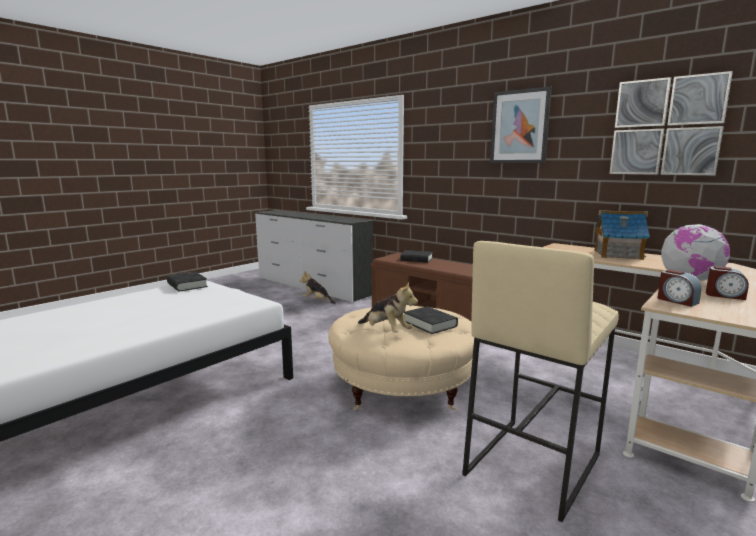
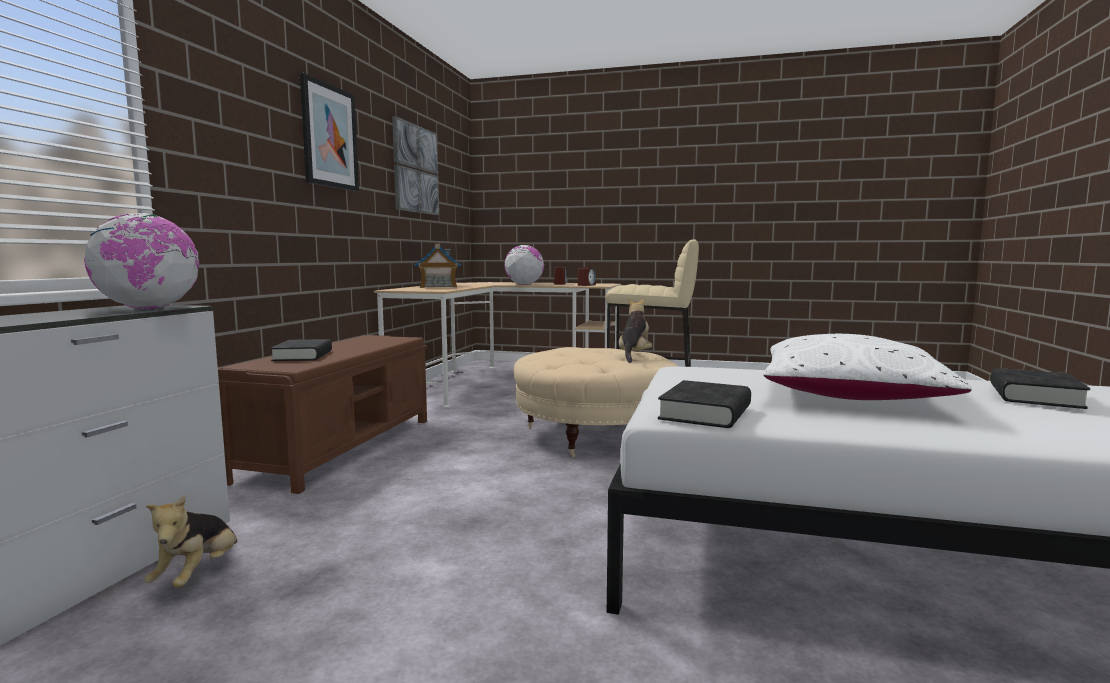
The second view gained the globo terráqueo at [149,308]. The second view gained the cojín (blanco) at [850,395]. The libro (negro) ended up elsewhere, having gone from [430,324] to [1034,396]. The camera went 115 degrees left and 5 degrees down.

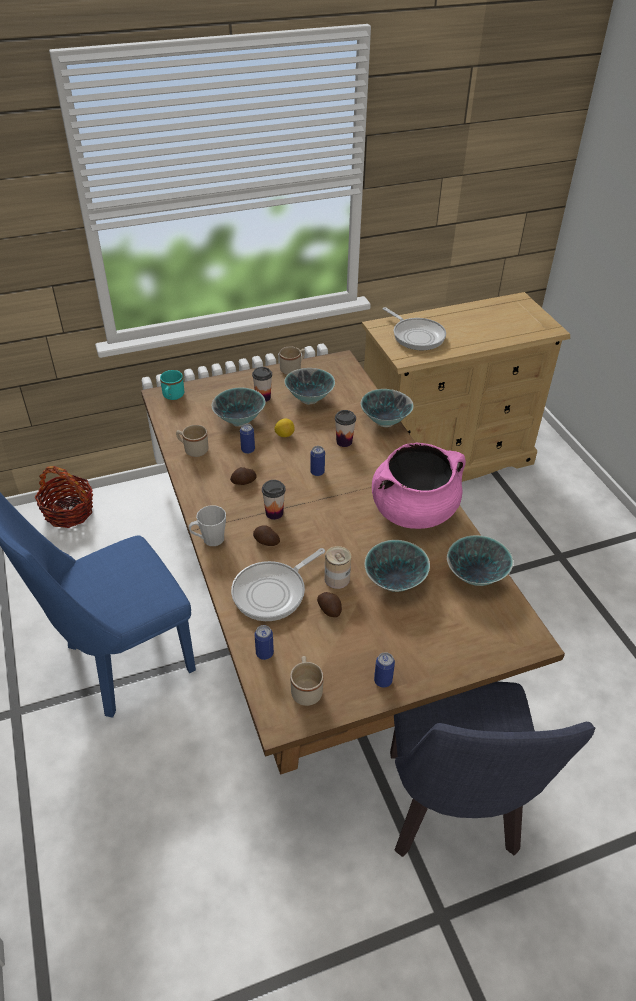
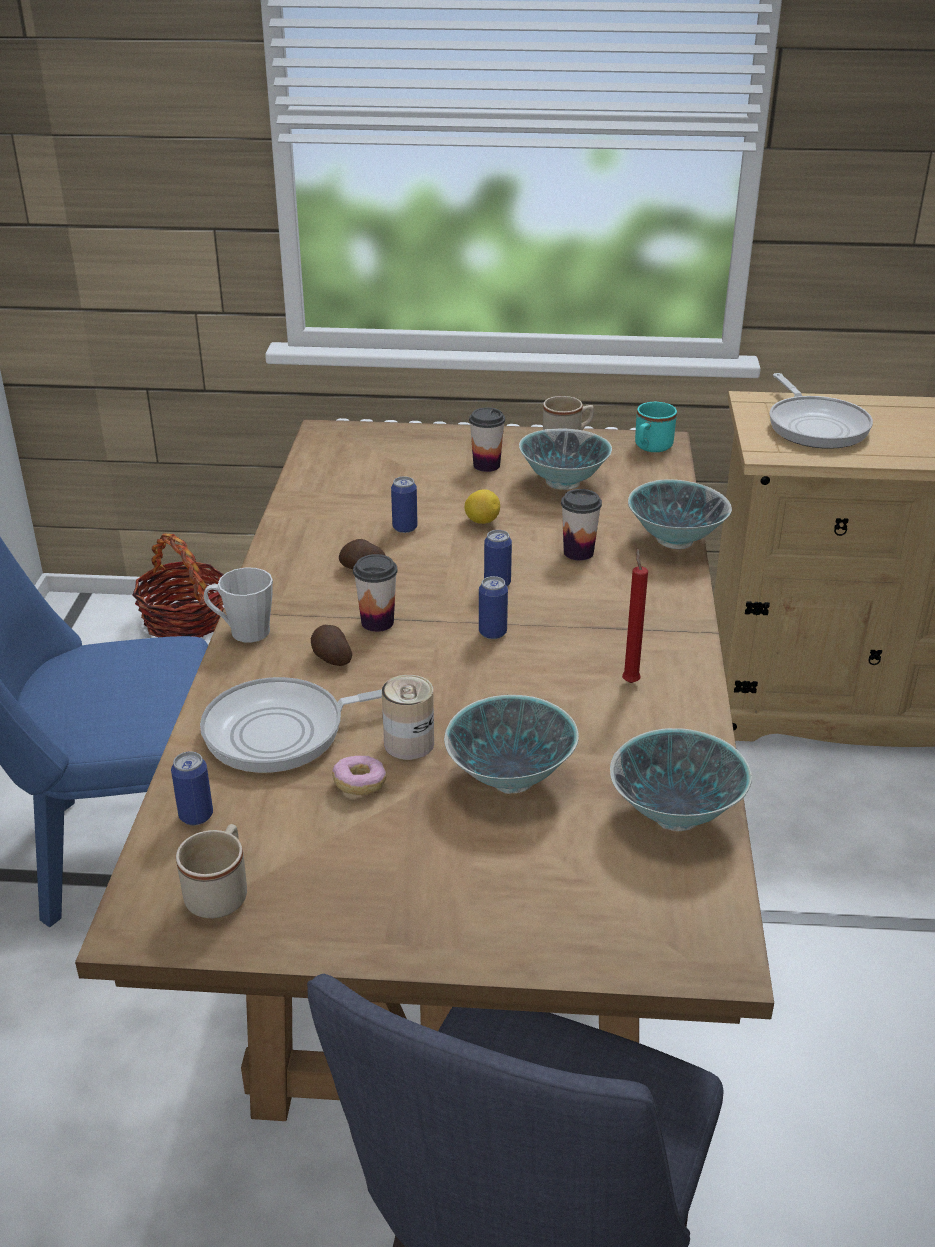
Where the patata stood at [329,609], the rosquilla came to stand at [359,784]. The lata ended up elsewhere, having gone from [383,681] to [492,632]. Where the olla (rosa) stood at [414,511], the vela (rojo) came to stand at [630,681]. The taza grande (turquesa) ended up elsewhere, having gone from [172,396] to [650,447]. The second view lost the taza grande (beis) at [193,450]. The second view lost the cuenco at [240,421]. The camera went 25 degrees right and 10 degrees down.

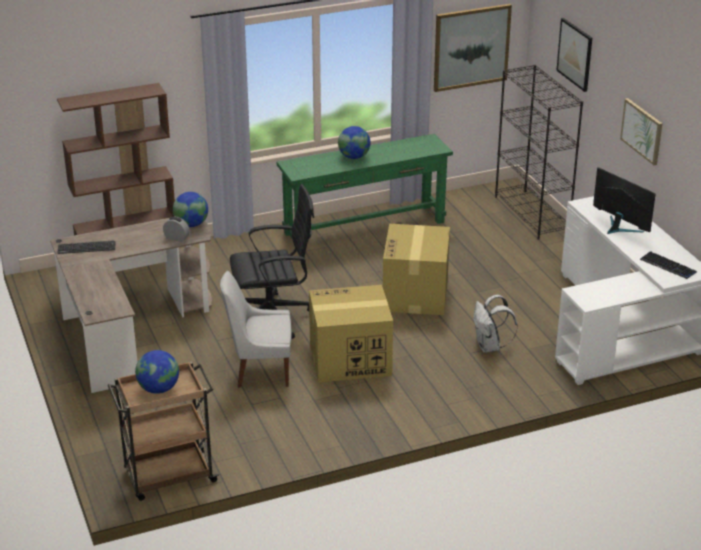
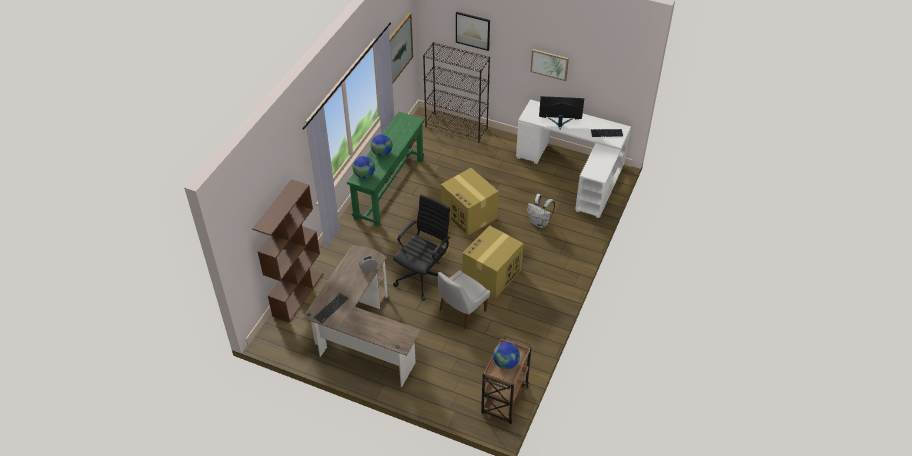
The globo terráqueo ended up elsewhere, having gone from [191,224] to [364,175]. The camera went 45 degrees left and 15 degrees up.

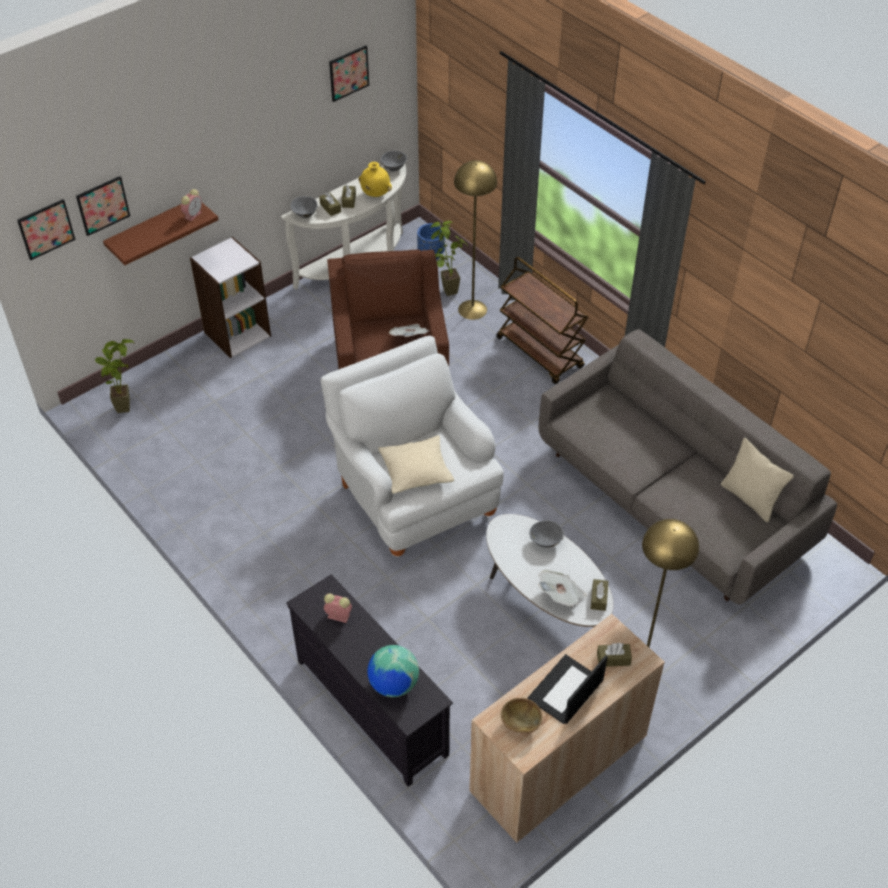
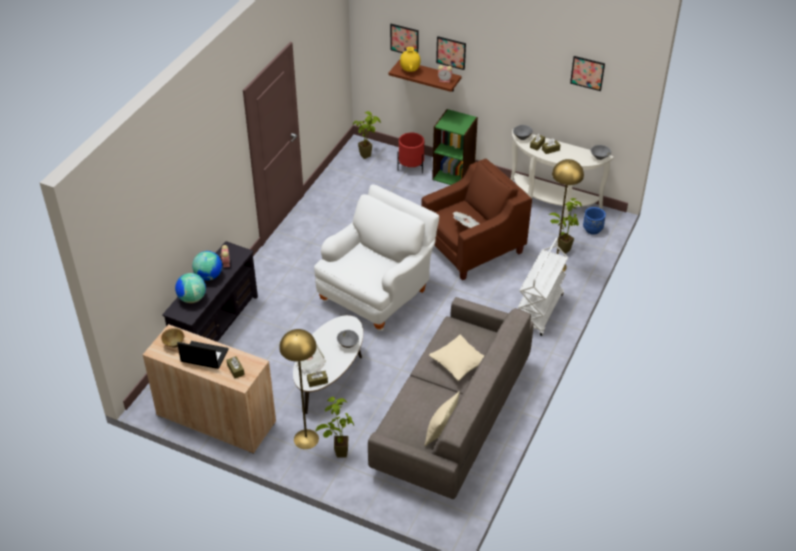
The second view gained the globo terráqueo at [209,276]. The second view gained the planta en maceta at [336,452]. The second view gained the maceta (rojo) at [411,167]. The florero (amarillo) ended up elsewhere, having gone from [375,194] to [410,70]. The cojín (beis) ended up elsewhere, having gone from [416,471] to [459,362]. What was the estantería (blanco) at [237,334] turned into the estantería (verde) at [453,174]. The cuadro ended up elsewhere, having gone from [46,229] to [451,52]. What was the carrito (marrón) at [540,353] turned into the carrito (blanco) at [540,311]. The camera went 65 degrees right and 5 degrees down.

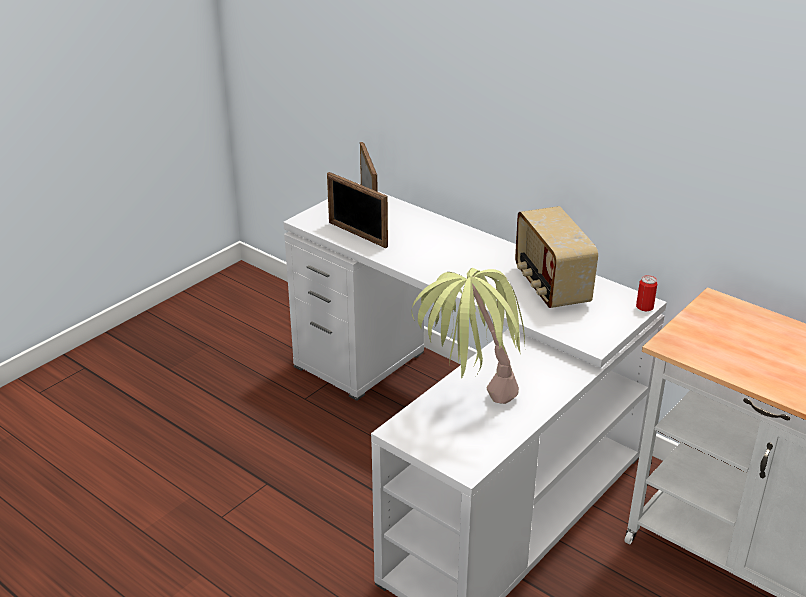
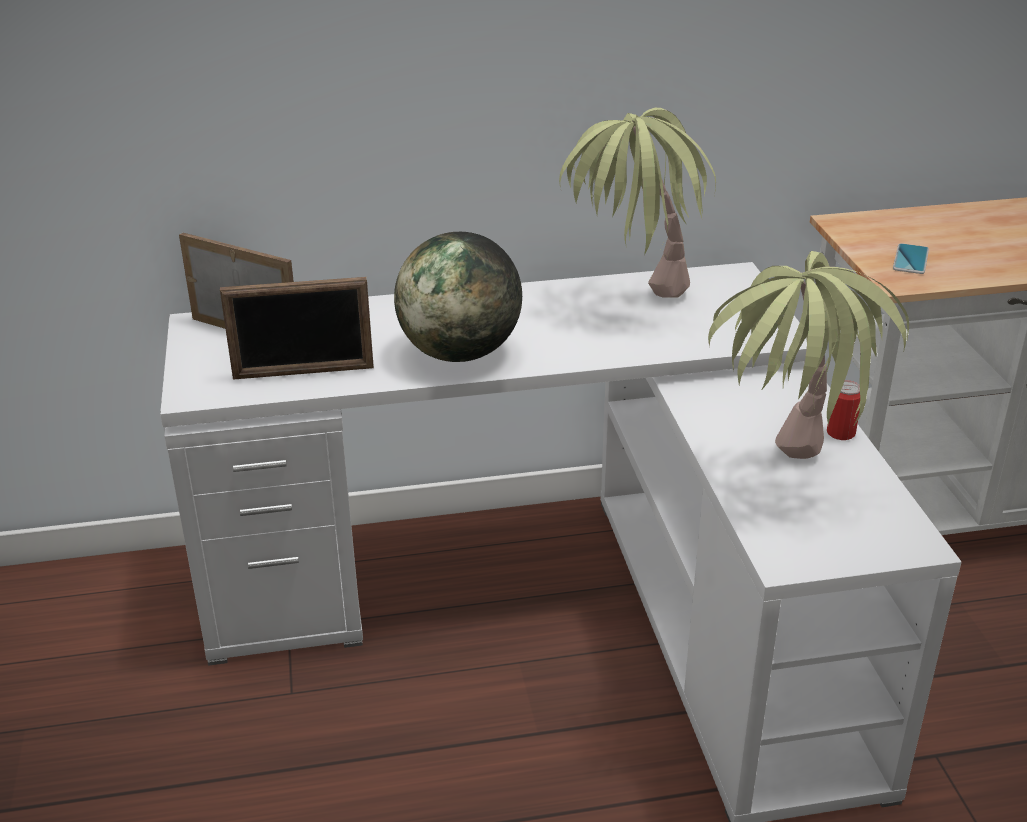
The second view gained the globo terráqueo at [460,353]. Where the radio stood at [550,286], the planta en maceta came to stand at [632,306]. The lata ended up elsewhere, having gone from [644,307] to [841,433]. The second view gained the móvil at [910,259]. The camera went 50 degrees left and 0 degrees up.

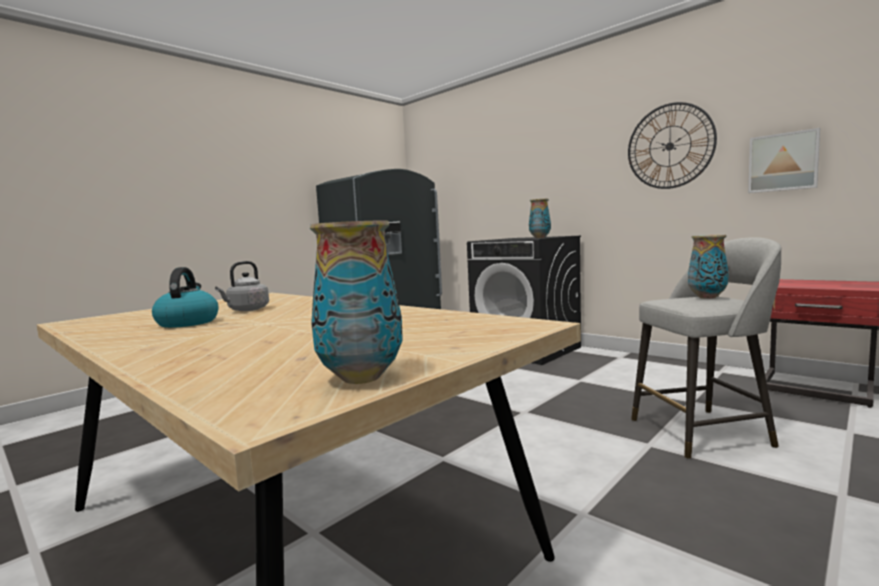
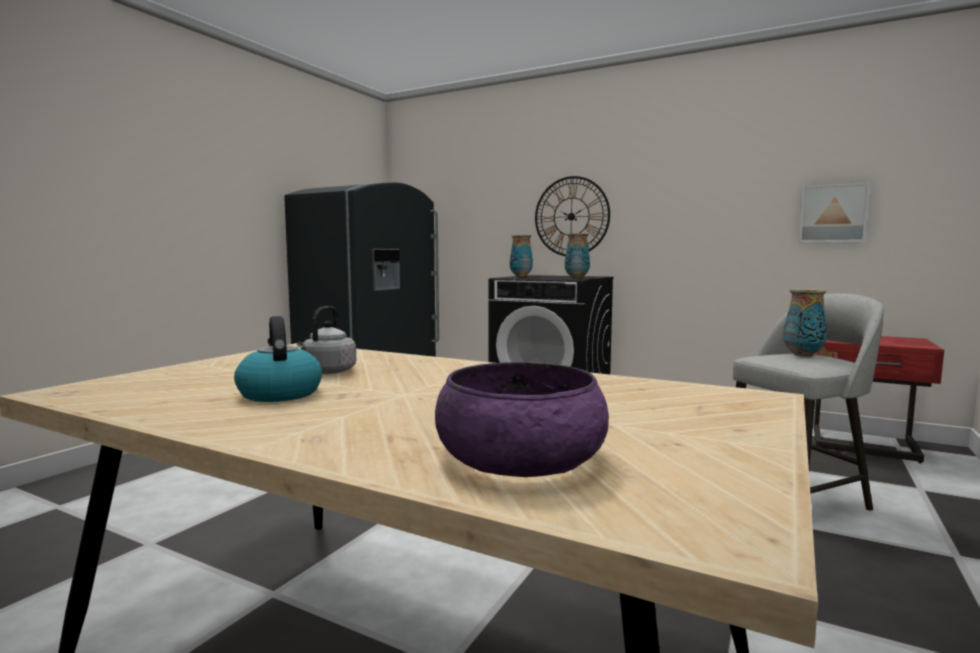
The second view gained the cuenco (morado) at [521,457]. The florero ended up elsewhere, having gone from [360,378] to [520,276]. The reloj de pared ended up elsewhere, having gone from [669,146] to [571,216]. The camera went 15 degrees left and 0 degrees up.

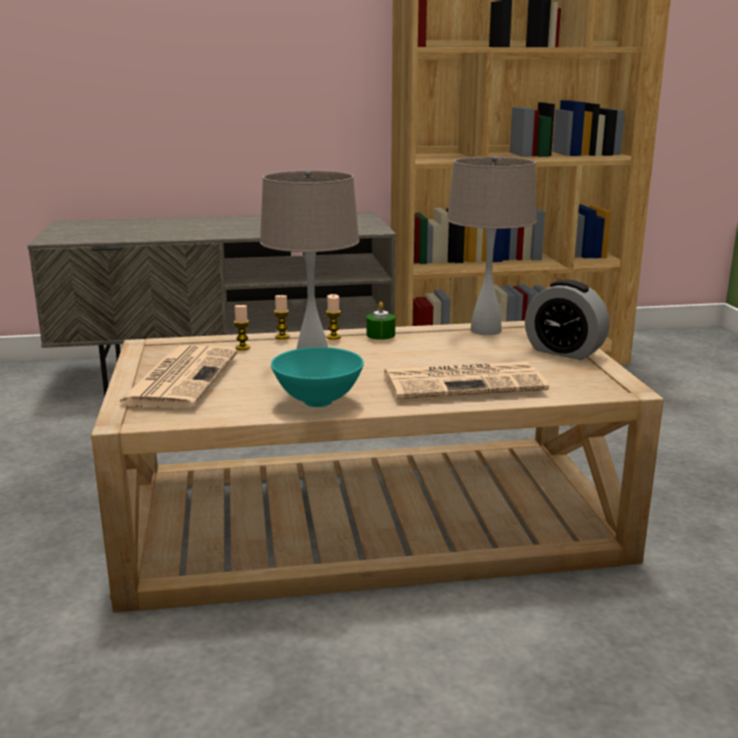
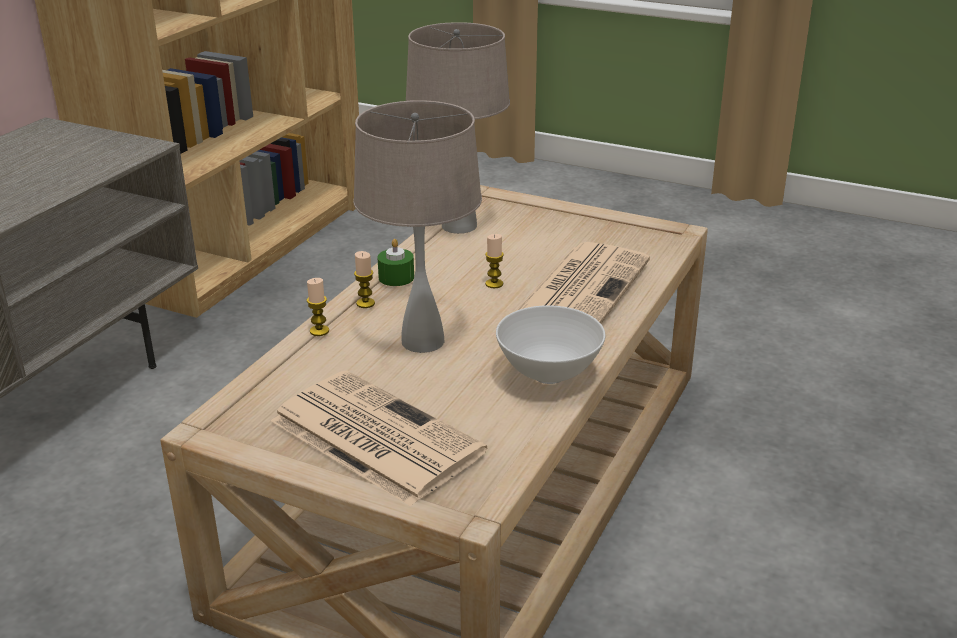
The vela ended up elsewhere, having gone from [242,347] to [494,284]. What was the cuenco (turquesa) at [317,402] turned into the cuenco (blanco) at [549,375]. The second view lost the despertador at [564,351]. The camera went 55 degrees left and 10 degrees up.

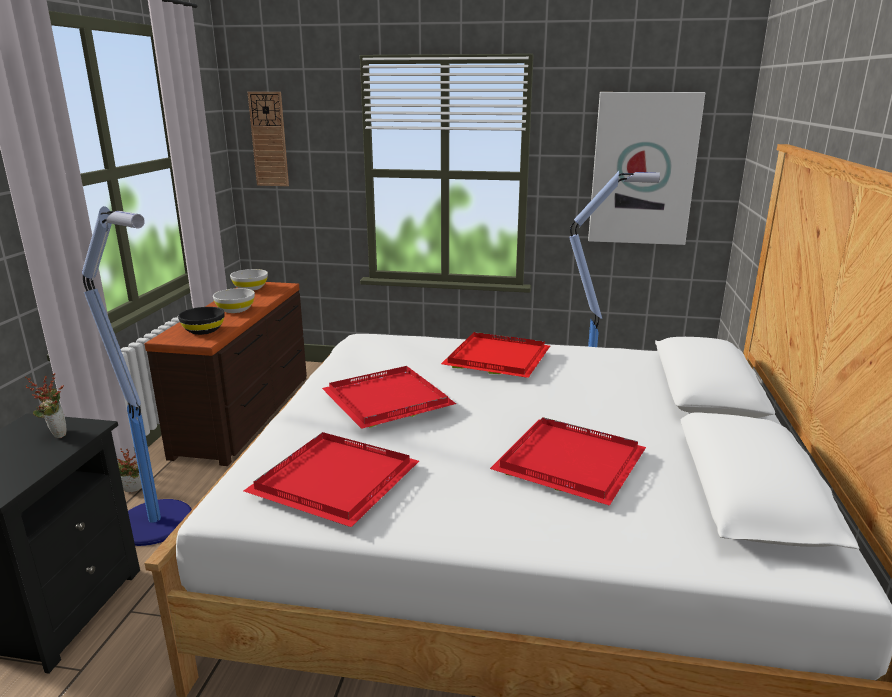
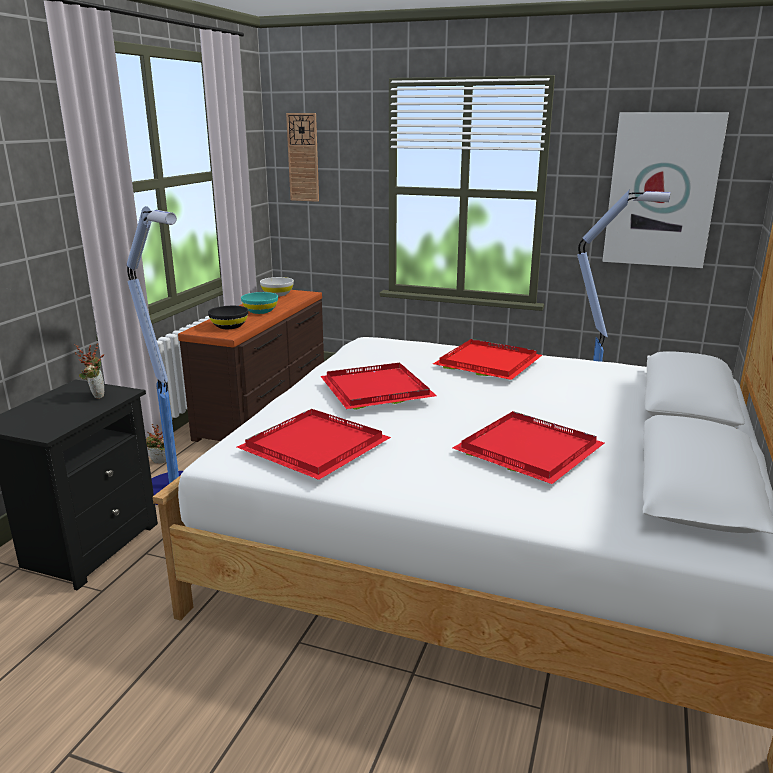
What was the cuenco (blanco) at [235,310] turned into the cuenco (turquesa) at [260,311]. The camera went 10 degrees right and 0 degrees up.

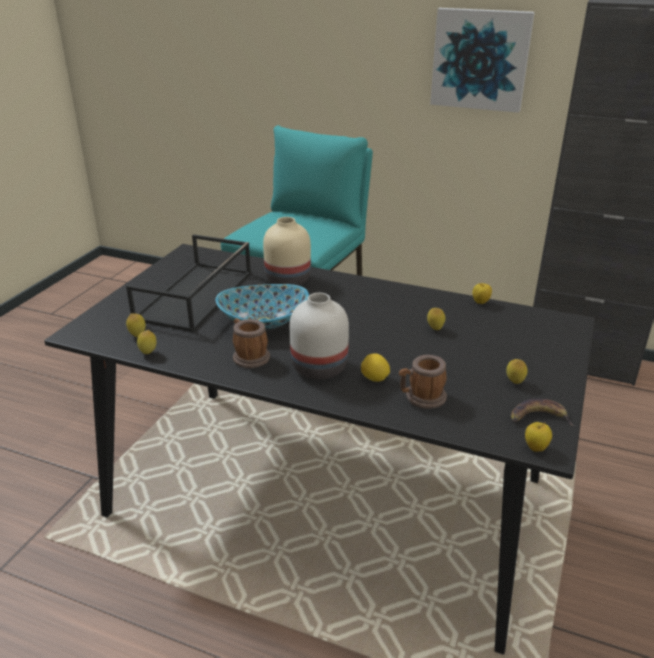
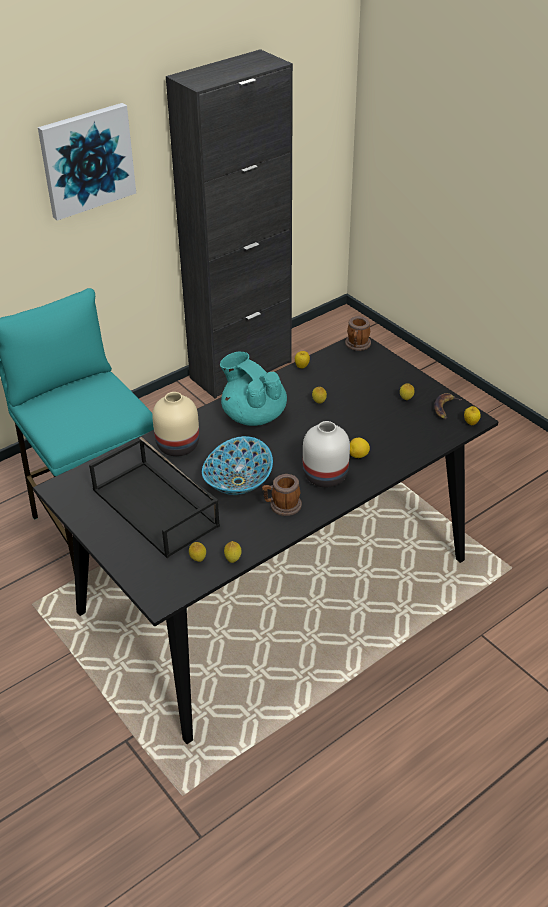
The second view gained the tetera (turquesa) at [253,415]. The taza grande ended up elsewhere, having gone from [421,397] to [357,345]. The camera went 60 degrees left and 10 degrees up.

